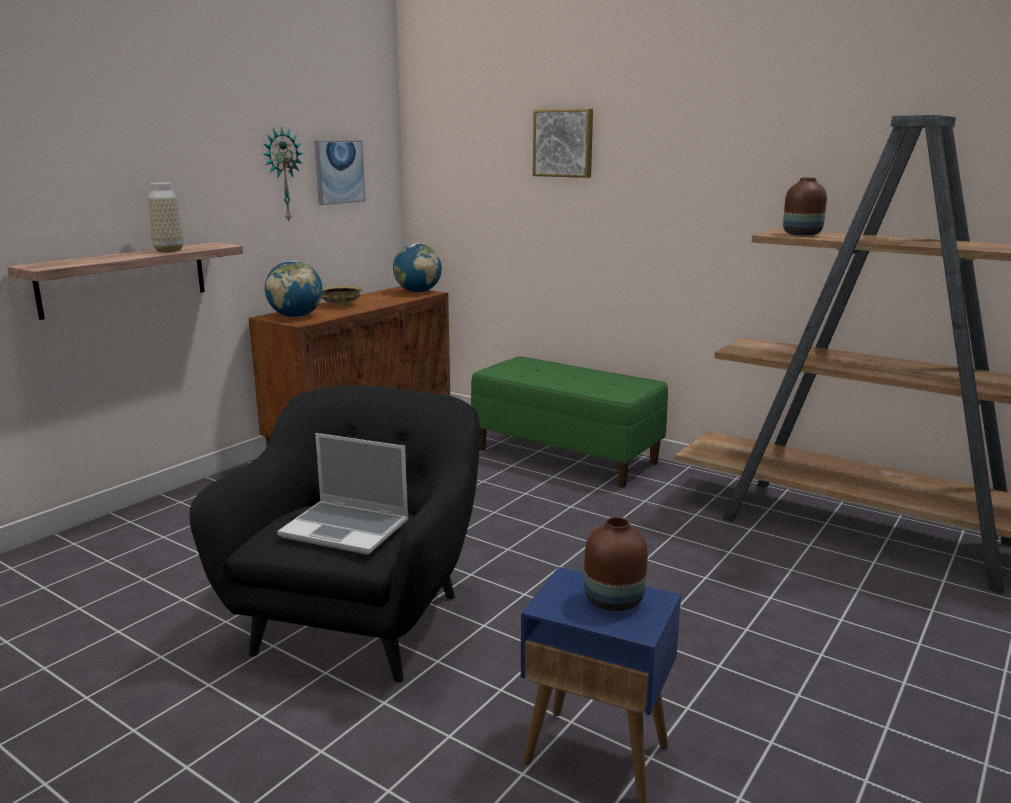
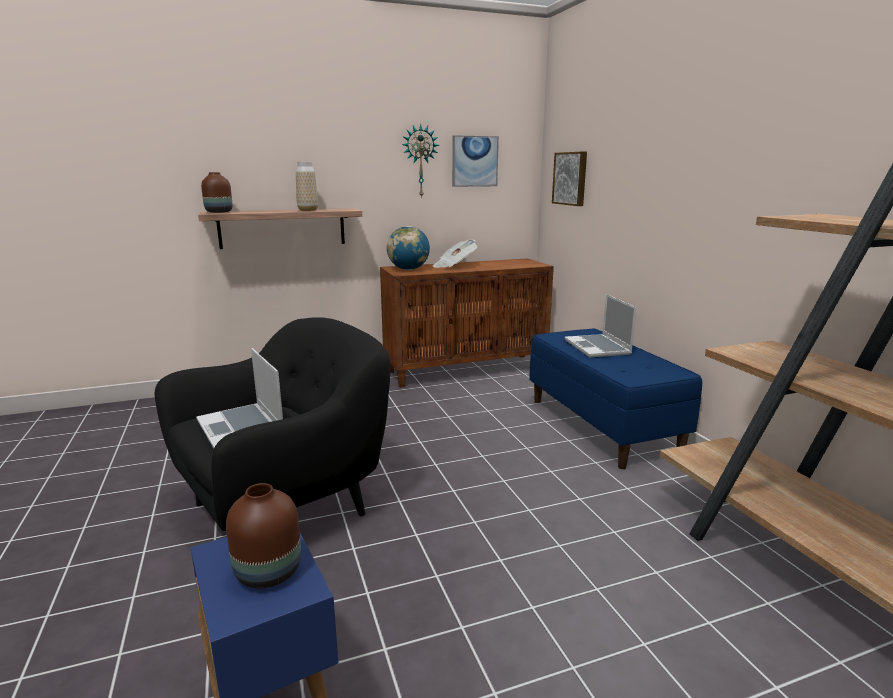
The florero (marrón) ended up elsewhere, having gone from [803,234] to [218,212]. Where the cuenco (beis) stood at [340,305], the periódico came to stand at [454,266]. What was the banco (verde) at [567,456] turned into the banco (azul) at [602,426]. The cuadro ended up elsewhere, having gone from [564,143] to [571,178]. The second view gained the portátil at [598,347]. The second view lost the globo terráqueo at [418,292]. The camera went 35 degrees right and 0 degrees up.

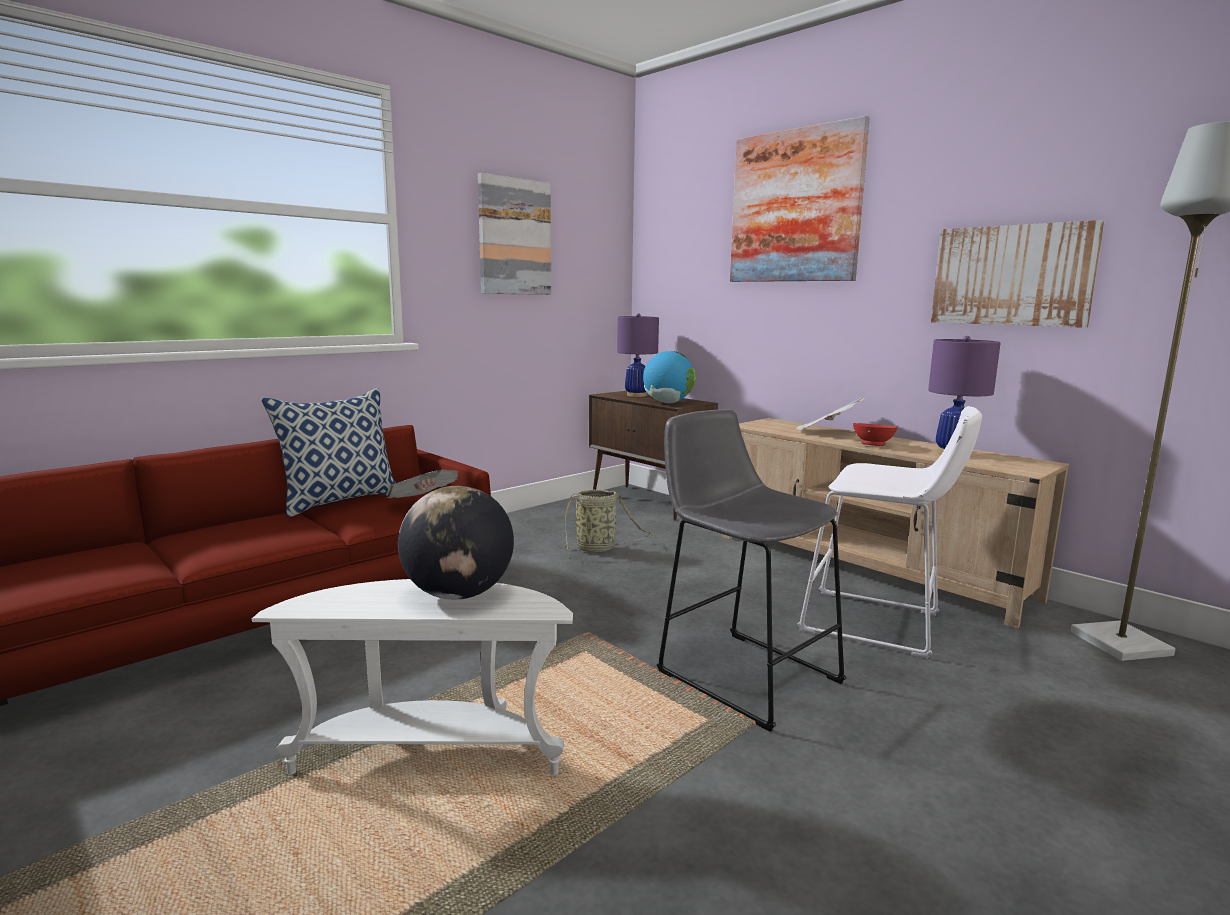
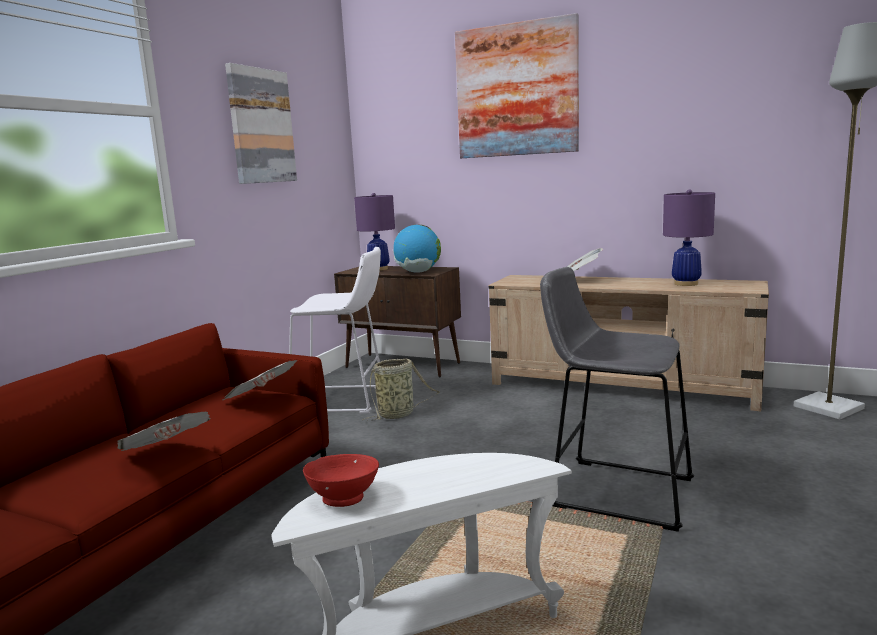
The second view gained the periódico at [167,455]. The taburete (blanco) ended up elsewhere, having gone from [878,625] to [344,401]. The cuenco (rojo) ended up elsewhere, having gone from [874,445] to [345,498]. The second view lost the cojín at [340,501]. The second view lost the globo terráqueo at [458,594]. The second view lost the cuadro at [1011,275]. The camera went 20 degrees left and 0 degrees up.

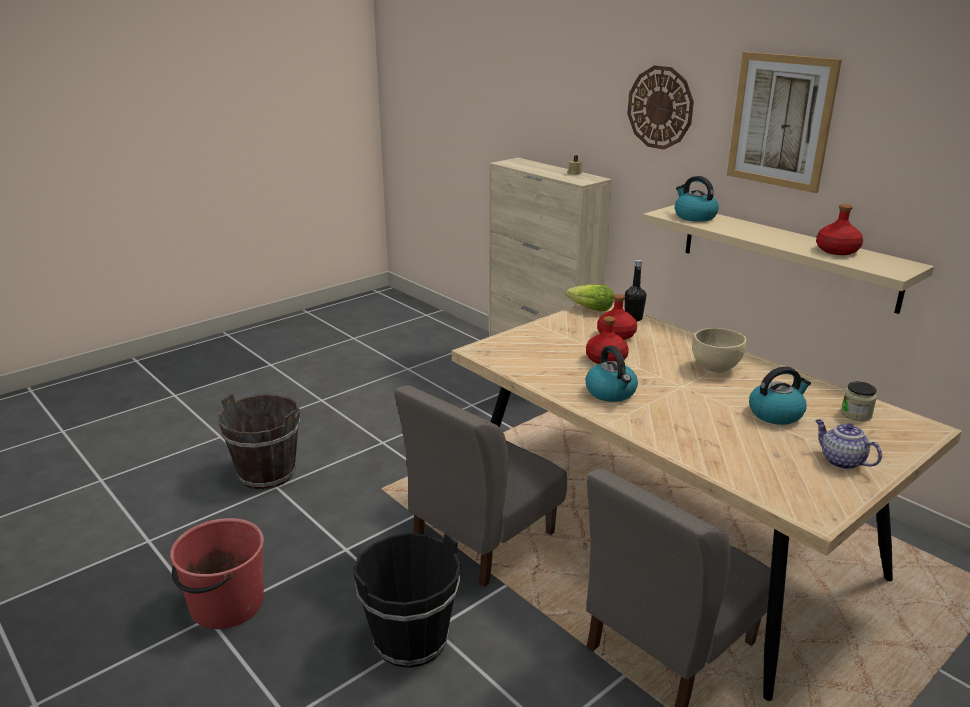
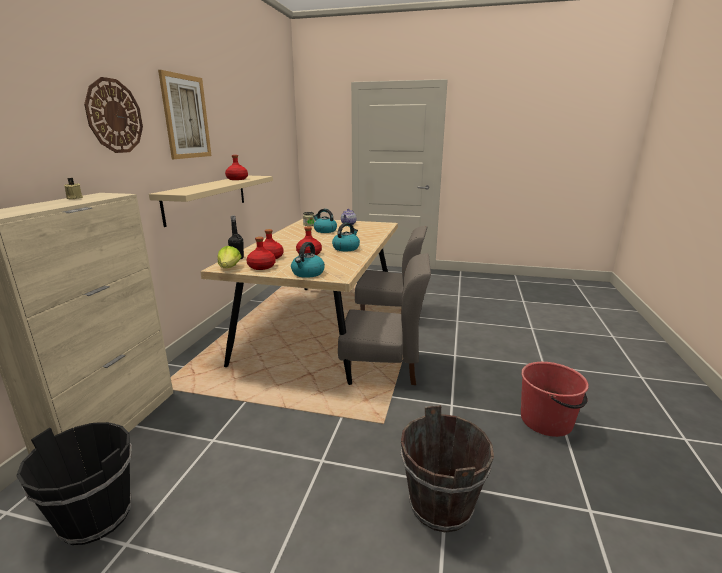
The cubo (negro) ended up elsewhere, having gone from [410,639] to [95,517]. The second view gained the botella (rojo) at [261,267]. The hervidor ended up elsewhere, having gone from [694,216] to [308,273]. The second view lost the cuenco (beis) at [716,368]. The camera went 125 degrees left and 5 degrees down.

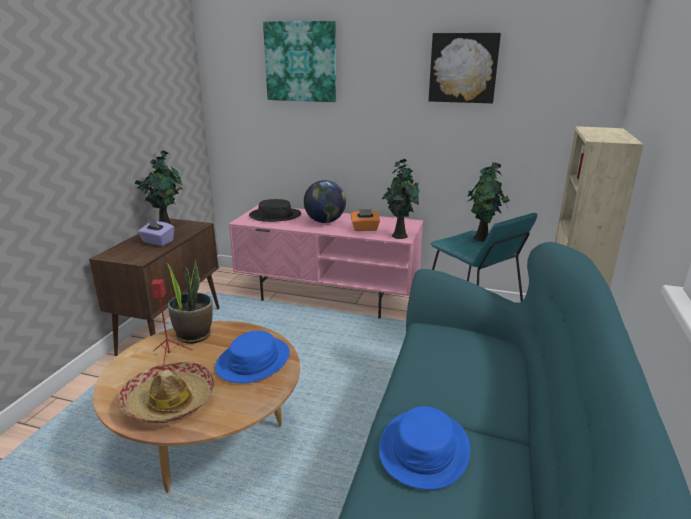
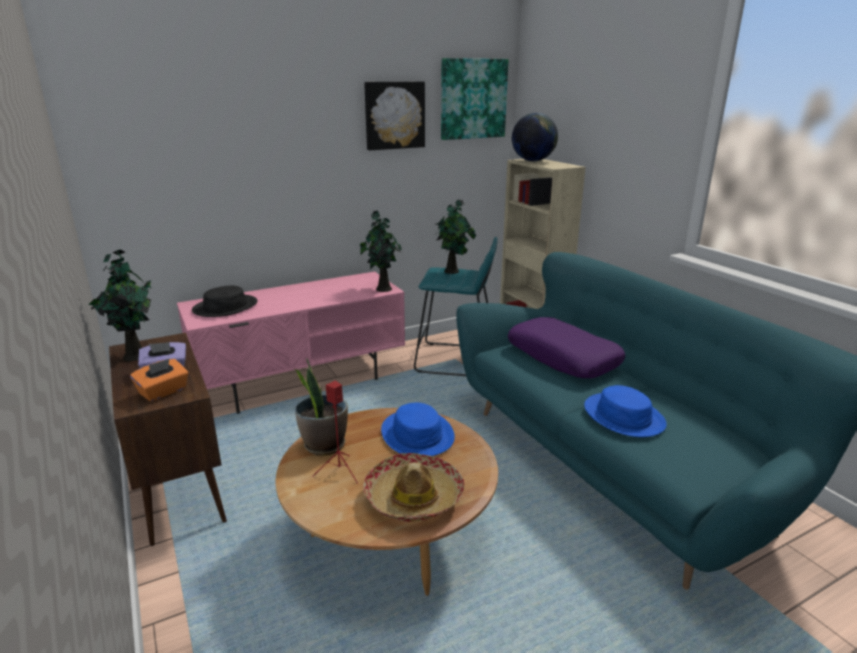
The caja de pañuelos (naranja) ended up elsewhere, having gone from [365,229] to [163,392]. The cuadro ended up elsewhere, having gone from [301,62] to [473,99]. The second view gained the cojín (morado) at [563,357]. The globo terráqueo ended up elsewhere, having gone from [325,222] to [533,161]. The camera went 45 degrees left and 0 degrees up.

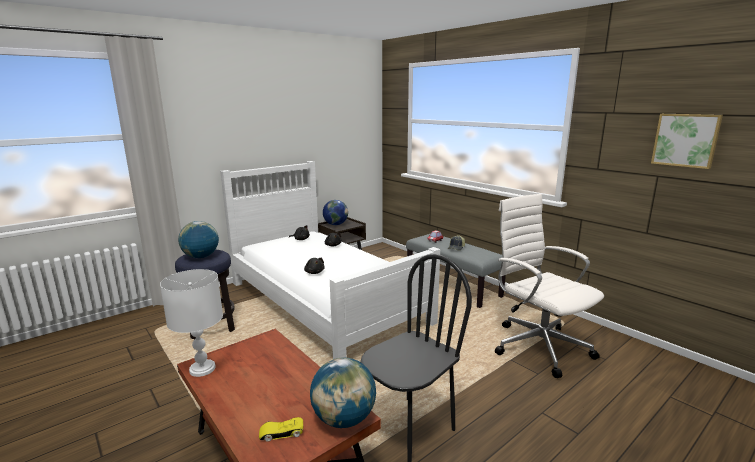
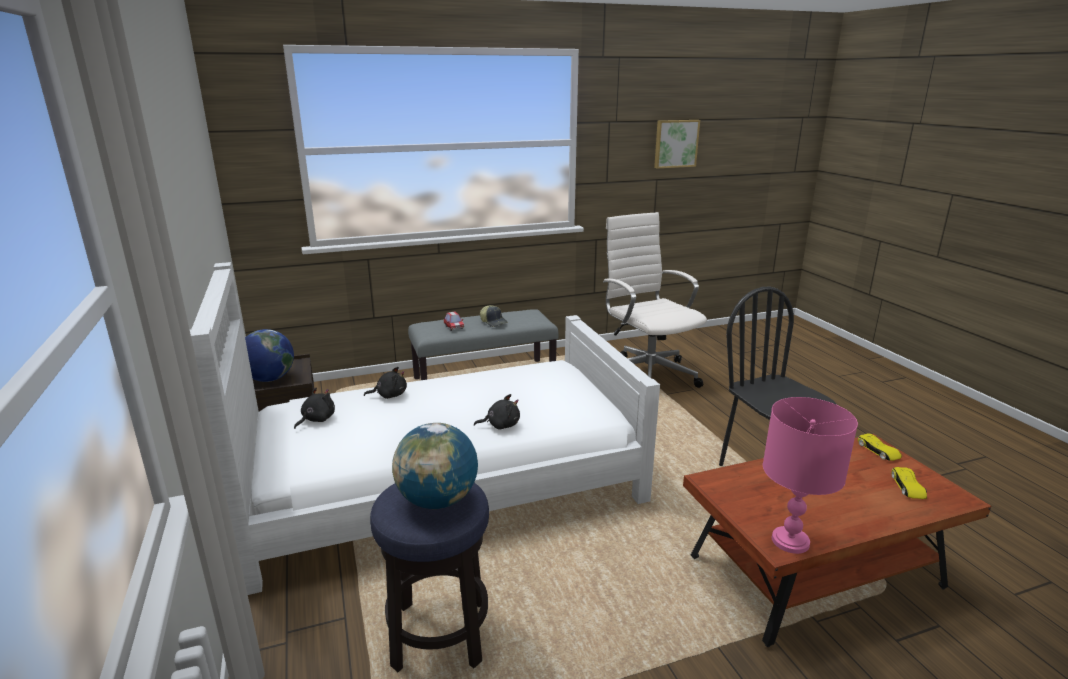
The silla de oficina (blanco) at [538,345] ended up facing another way, 75 degrees clockwise from before. What was the lámpara de mesa (blanco) at [203,368] turned into the lámpara de mesa (rosa) at [789,541]. Where the globo terráqueo stood at [344,419], the coche de juguete (amarillo) came to stand at [878,451]. The camera went 70 degrees left and 5 degrees up.

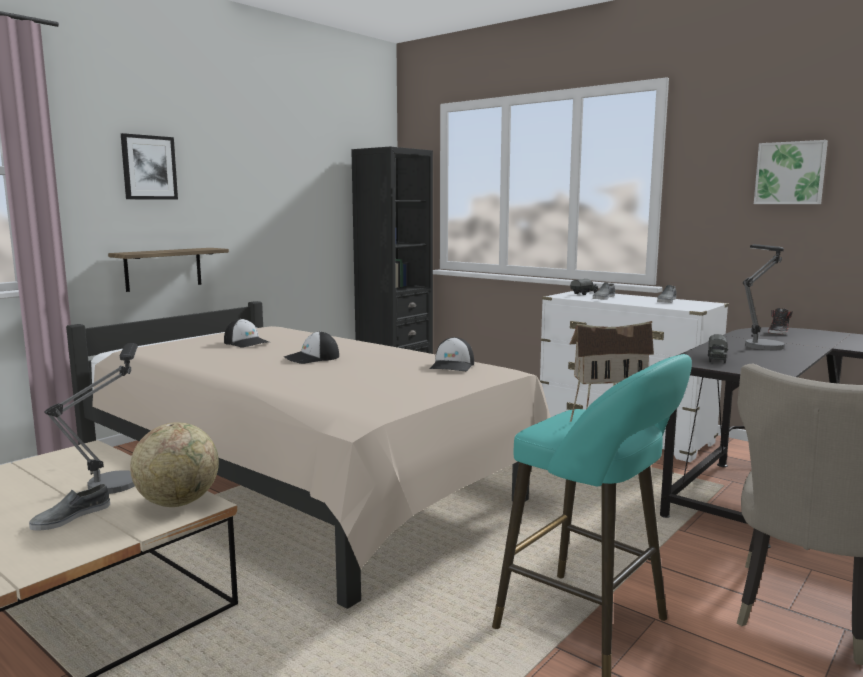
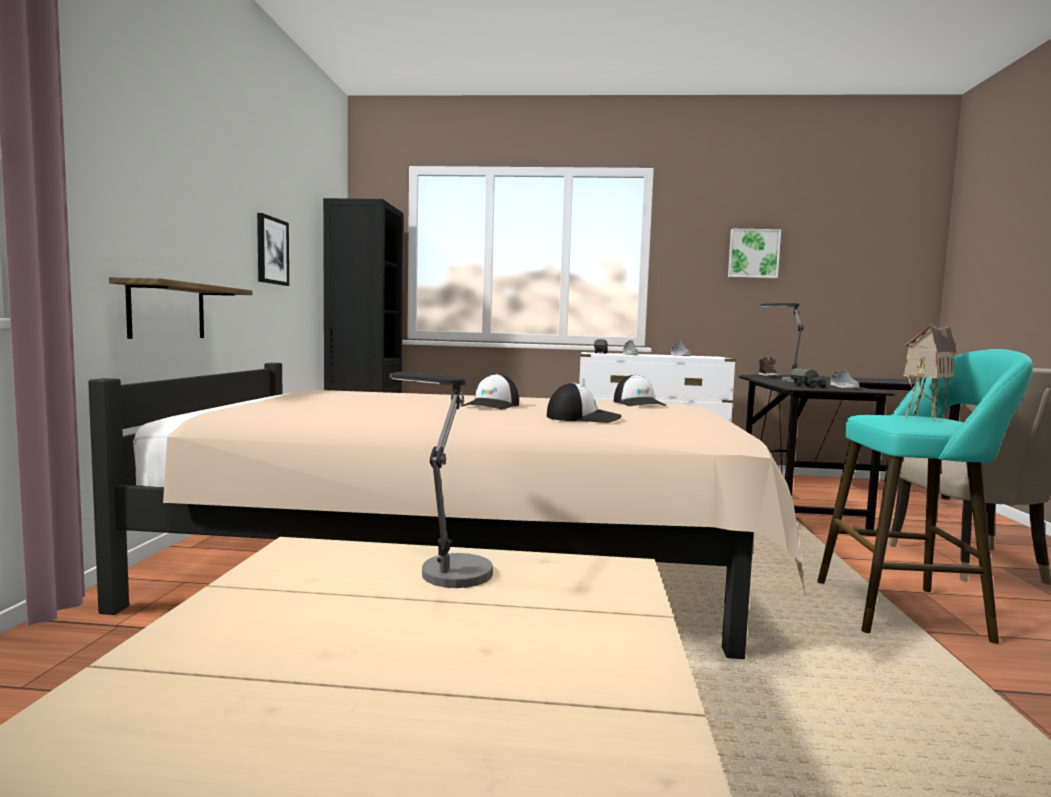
The cuadro ended up elsewhere, having gone from [149,167] to [271,251]. The gorra ended up elsewhere, having gone from [247,343] to [584,418]. The zapato (gris) ended up elsewhere, having gone from [71,517] to [843,387]. The second view lost the globo terráqueo at [178,502]. The camera went 35 degrees left and 5 degrees down.

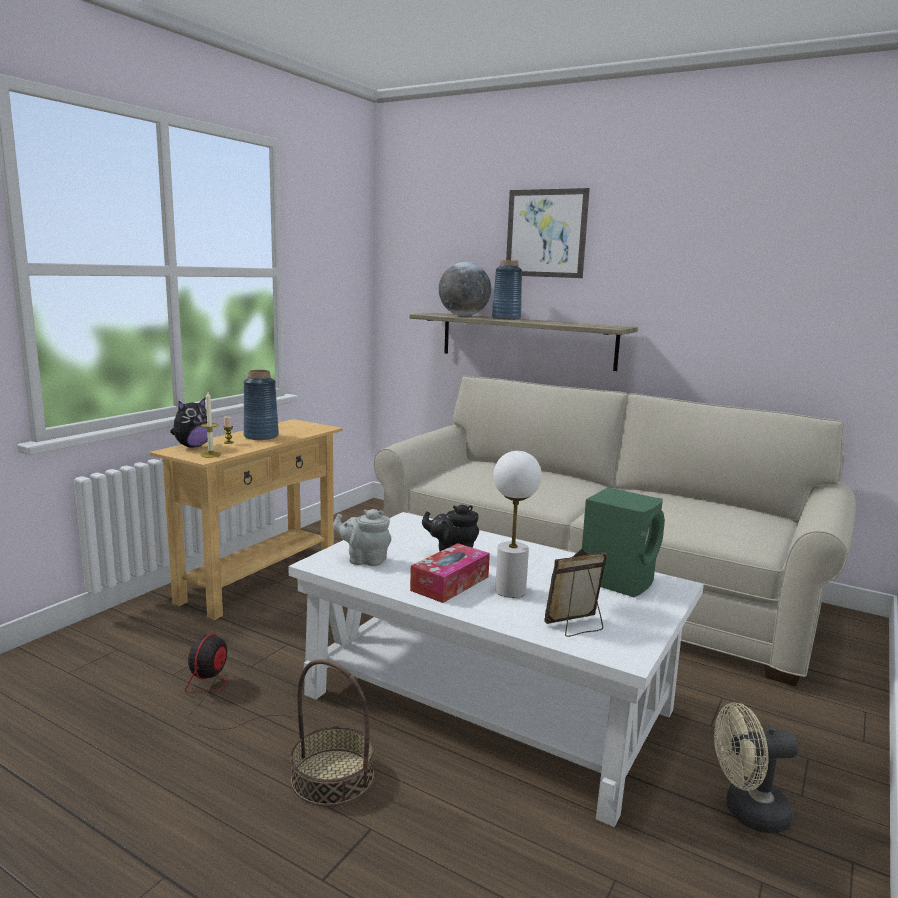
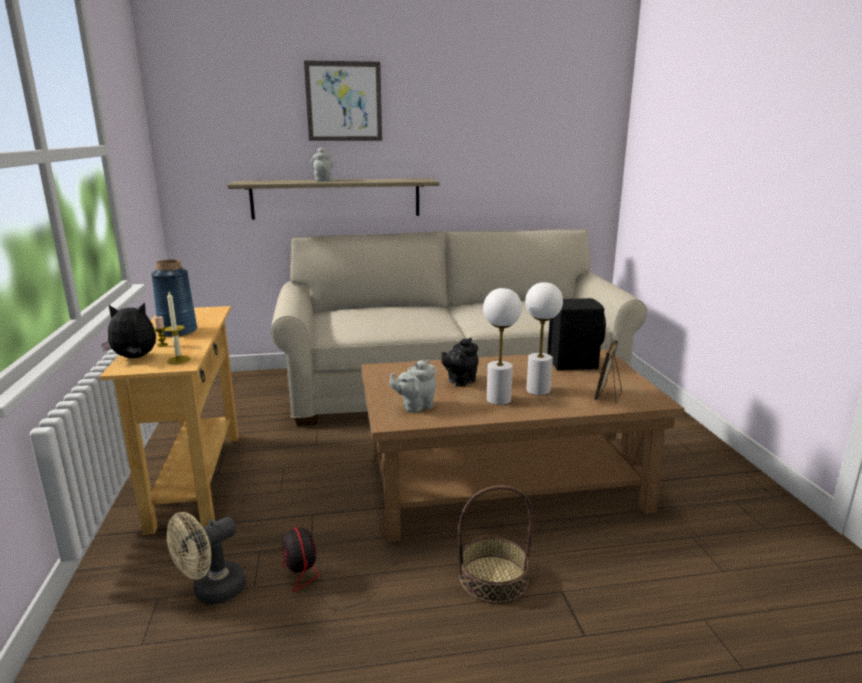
The peluche at [192,446] ended up facing another way, 105 degrees counterclockwise from before. The ventilador (beis) ended up elsewhere, having gone from [747,812] to [212,592]. Where the florero (azul) stood at [506,318], the tetera (gris) came to stand at [323,181]. What was the mesa de centro (blanco) at [489,702] turned into the mesa de centro (marrón) at [505,482]. Where the caja de pañuelos stood at [450,583], the lámpara de mesa (blanco) came to stand at [499,400]. What was the altavoz (verde) at [618,580] turned into the altavoz (negro) at [572,362]. The second view lost the globo terráqueo at [463,315]. The camera went 40 degrees left and 5 degrees up.

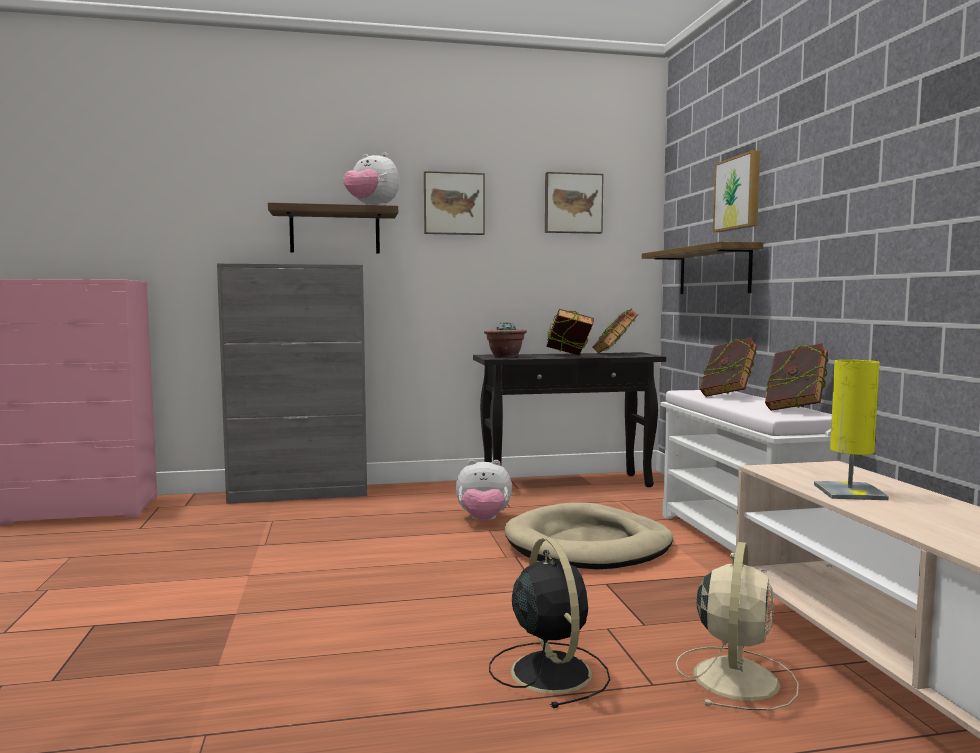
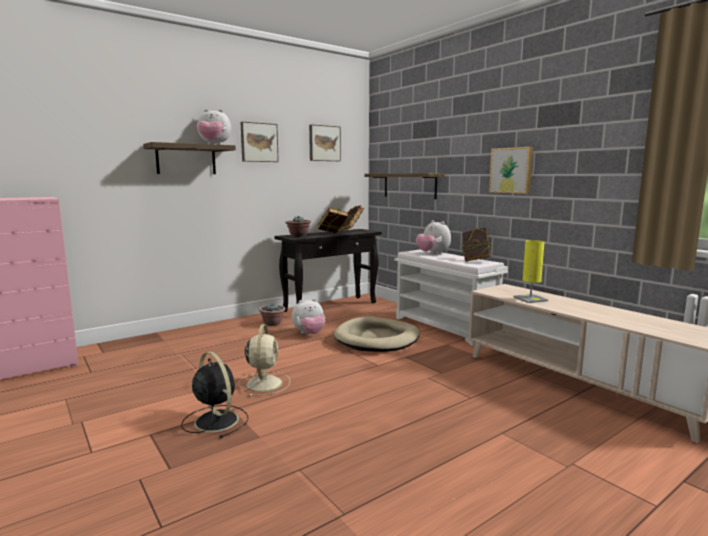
The ventilador (negro) ended up elsewhere, having gone from [549,670] to [215,420]. The ventilador (beis) ended up elsewhere, having gone from [736,677] to [264,383]. The second view gained the planta en maceta at [272,324]. Where the libro stood at [727,396], the peluche came to stand at [433,254]. The cuadro ended up elsewhere, having gone from [739,193] to [511,170]. The second view lost the armario (gris) at [300,494]. The camera went 25 degrees left and 5 degrees up.

